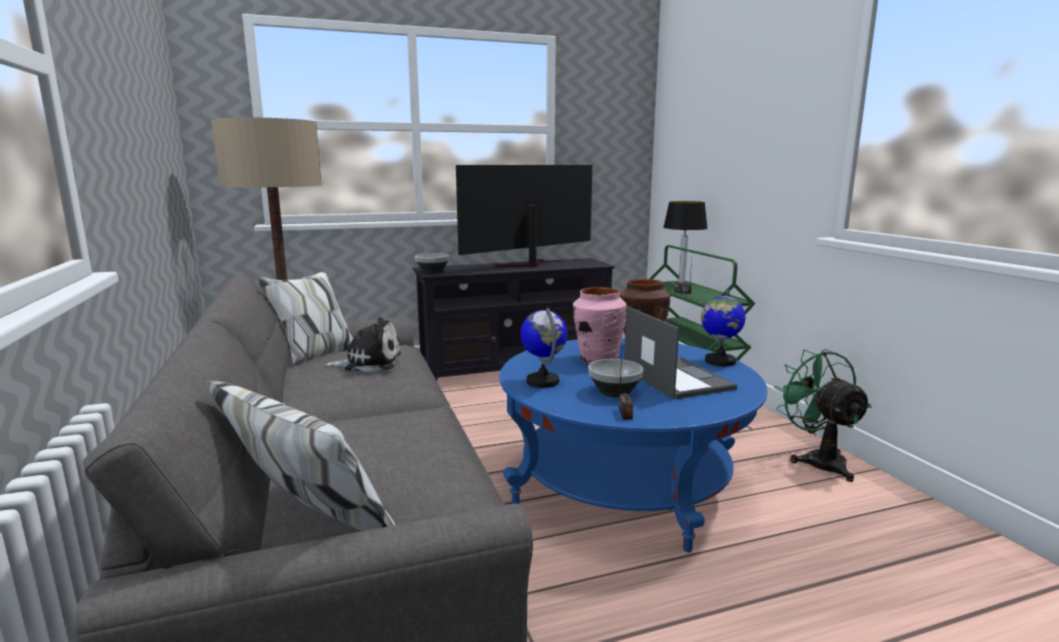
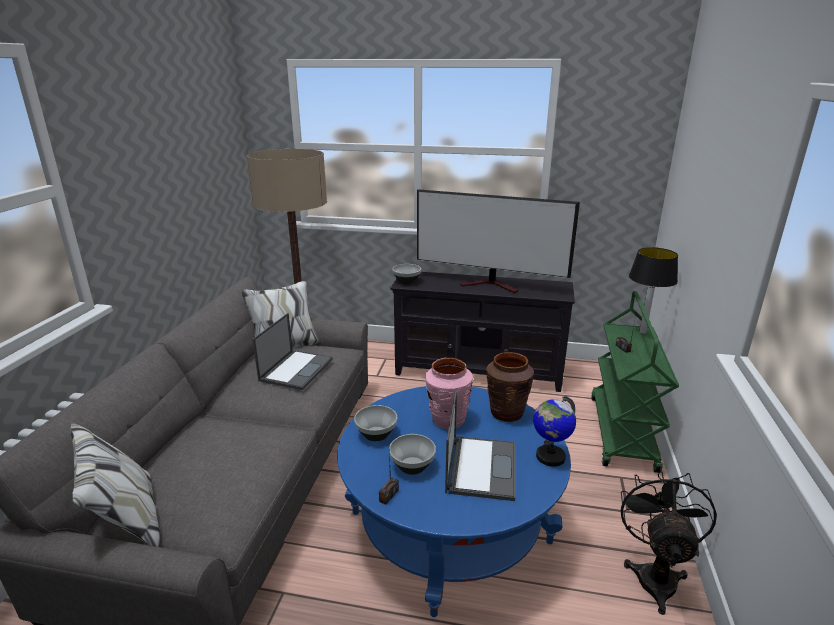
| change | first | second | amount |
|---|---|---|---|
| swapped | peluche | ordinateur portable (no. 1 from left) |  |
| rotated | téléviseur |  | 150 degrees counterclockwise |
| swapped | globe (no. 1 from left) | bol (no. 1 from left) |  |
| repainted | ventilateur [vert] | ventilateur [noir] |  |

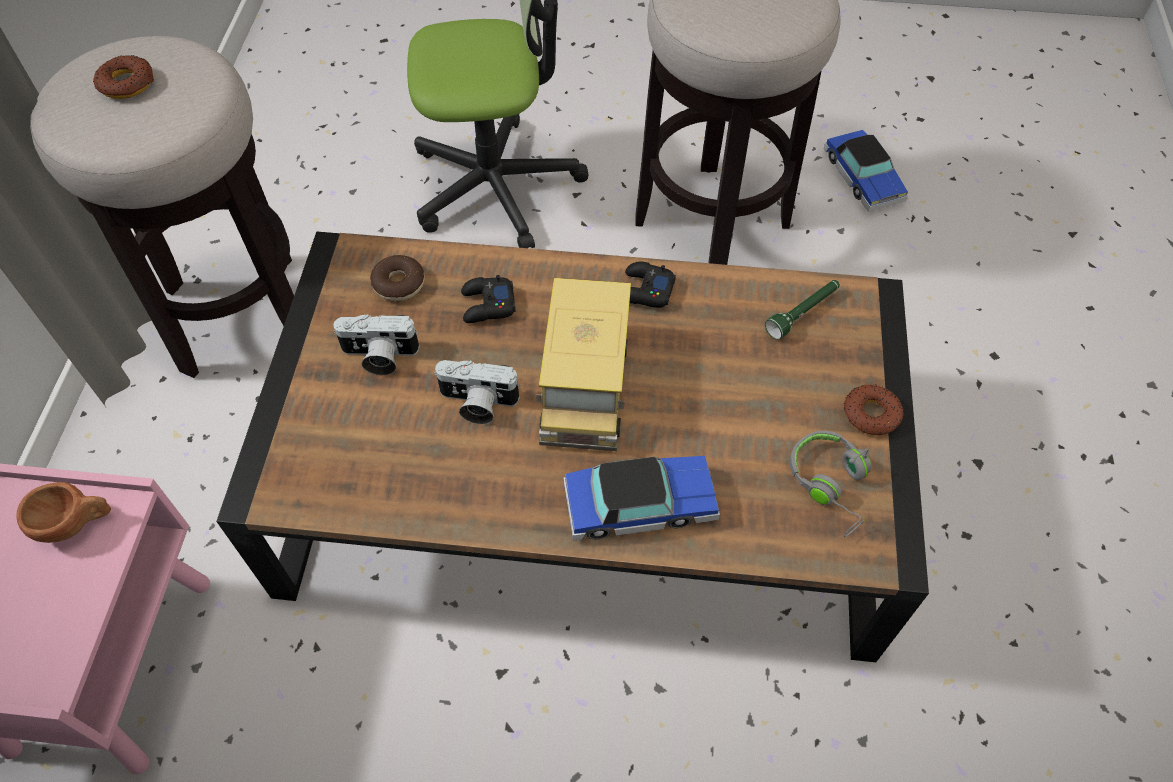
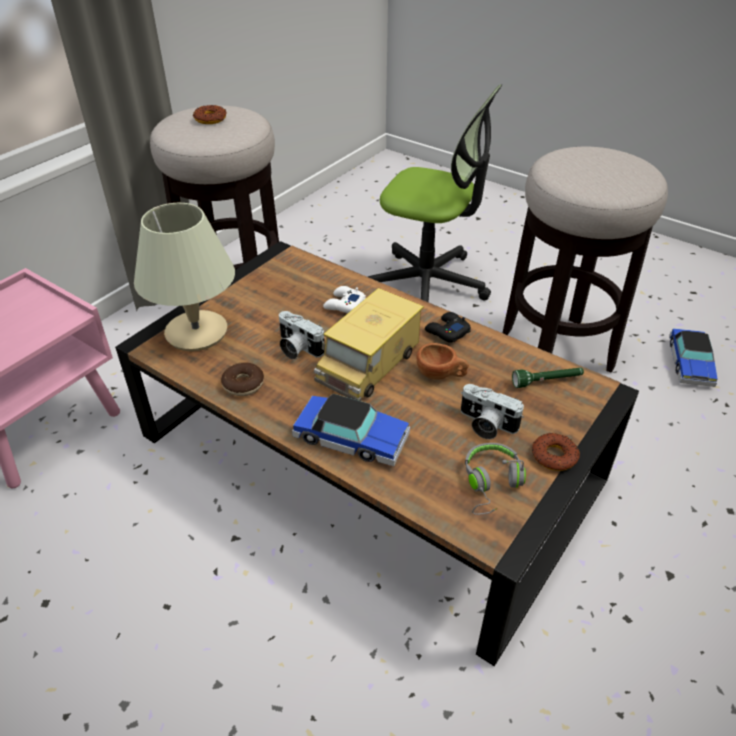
| change | first | second | amount |
|---|---|---|---|
| shifted | tasse [marron] |  |  |
| shifted | appareil photo (no. 1 from left in the first image) | appareil photo (no. 2 from left) |  |
| shifted | beignet (no. 2 from left) |  |  |
| repainted | manette [noir] (no. 1 from left) | manette [blanc] |  |
| new |  | lampe de table [beige] |  |

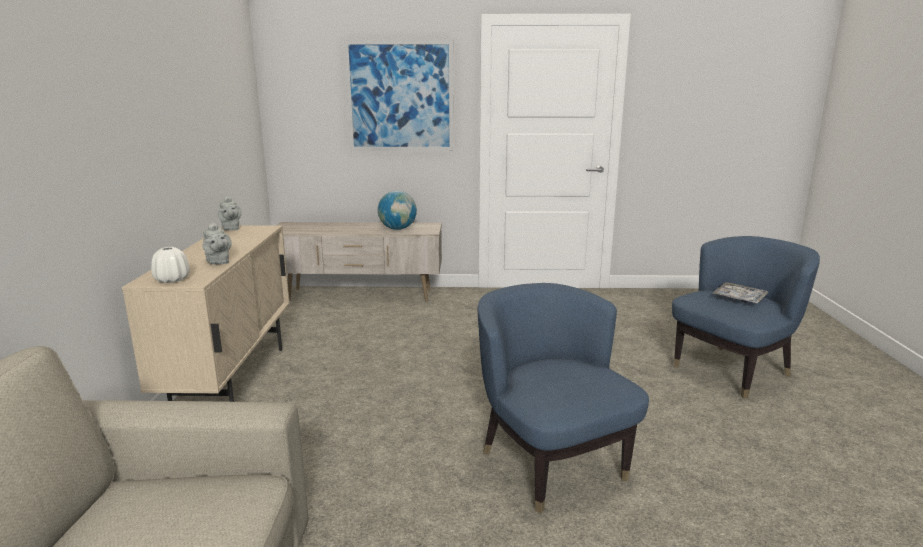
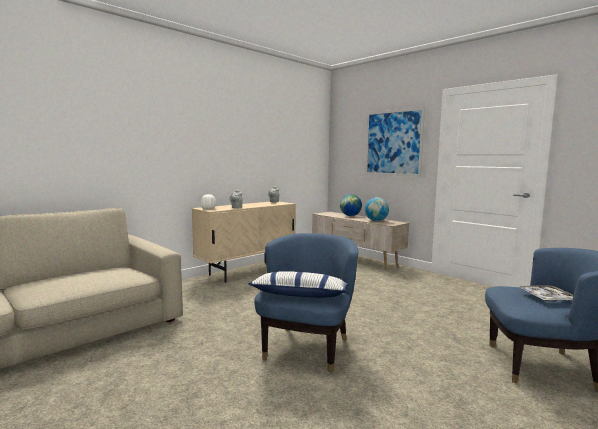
| change | first | second | amount |
|---|---|---|---|
| new |  | coussin |  |
| new |  | globe (no. 1 from left) |  |

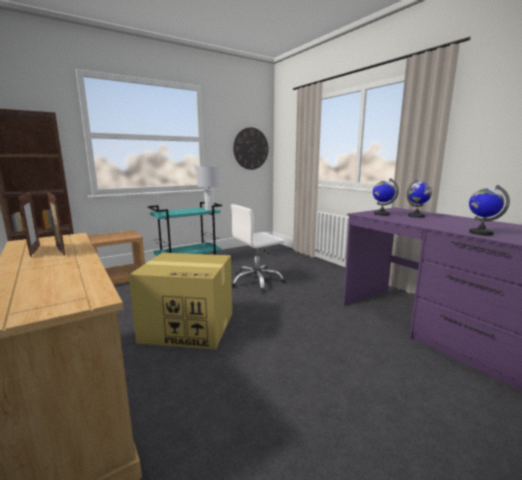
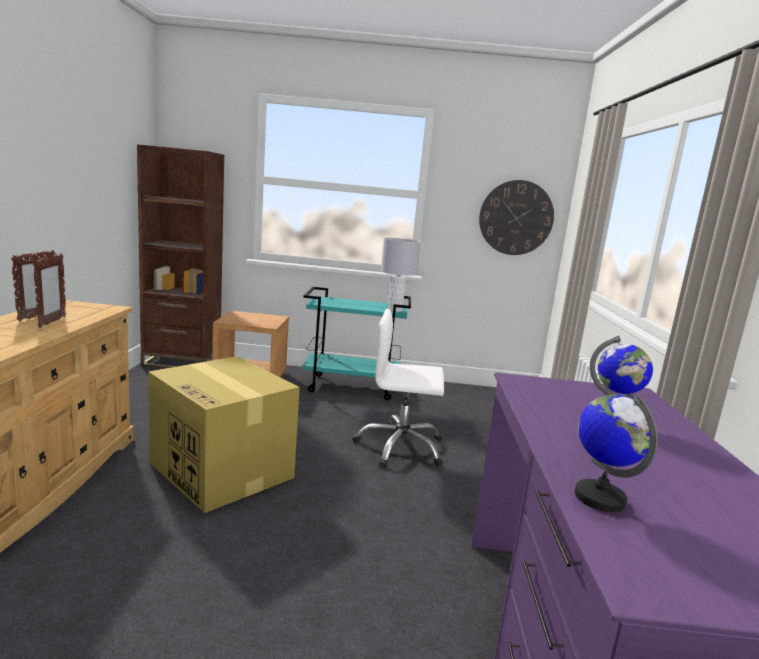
| change | first | second | amount |
|---|---|---|---|
| gone | globe (no. 1 from left) |  |  |

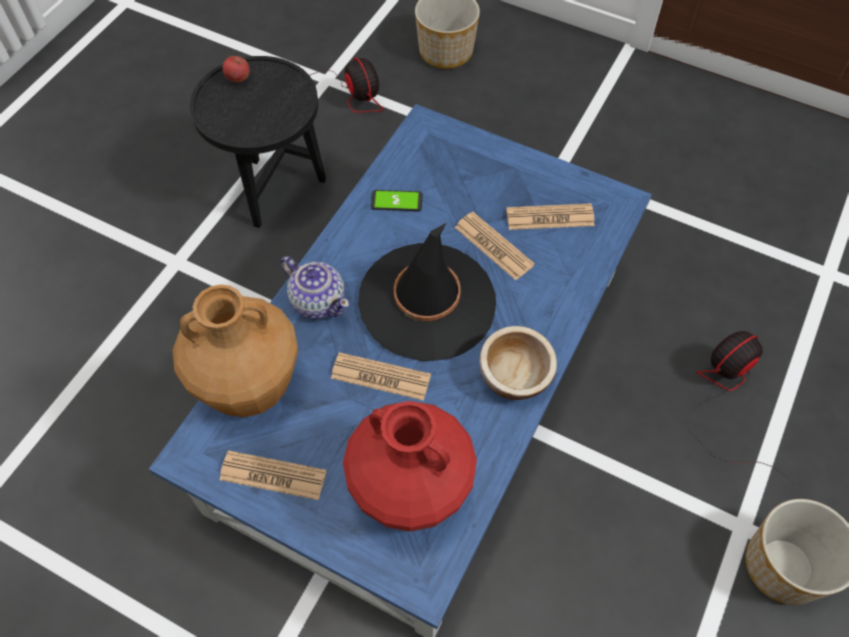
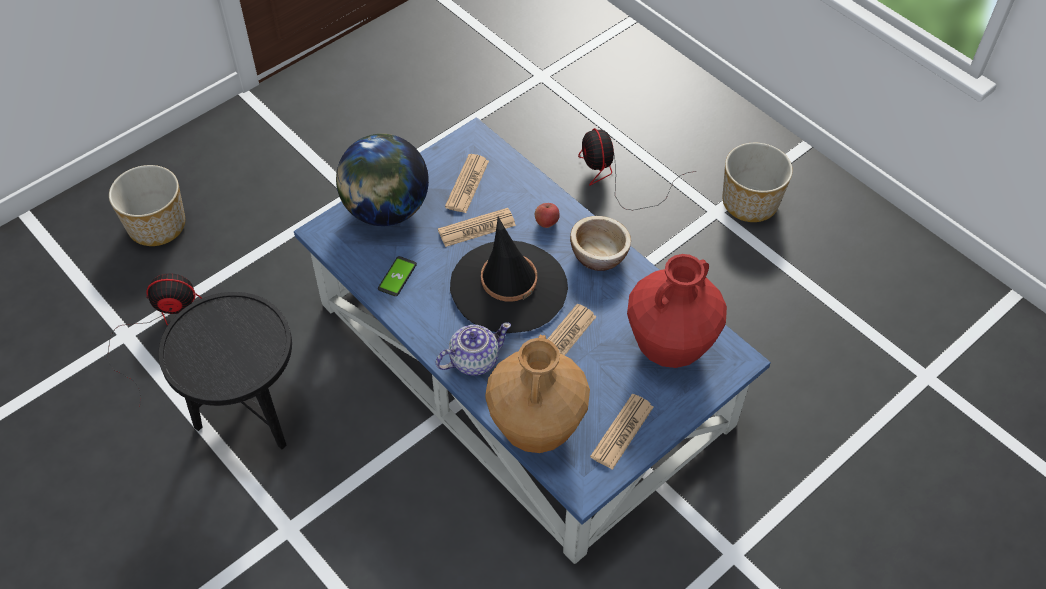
| change | first | second | amount |
|---|---|---|---|
| shifted | pomme |  |  |
| new |  | globe |  |

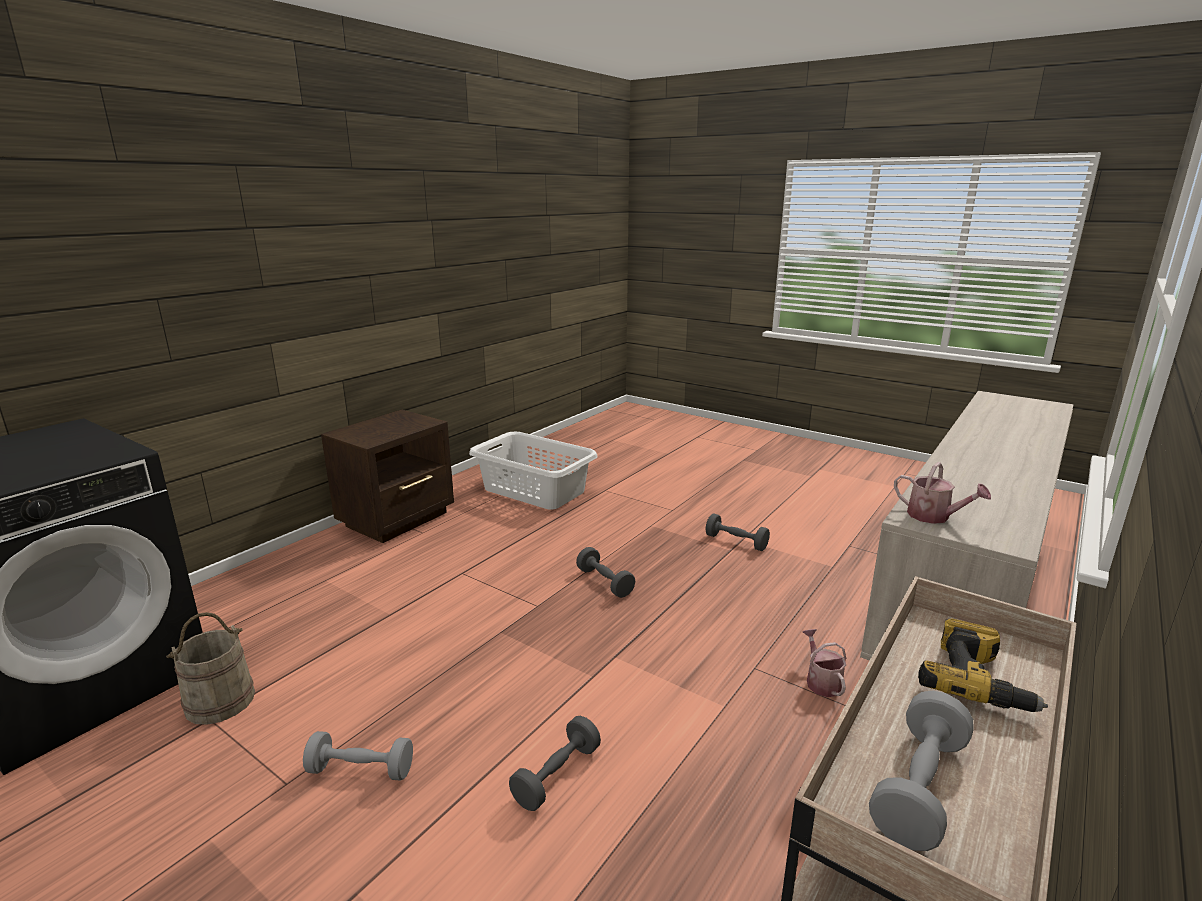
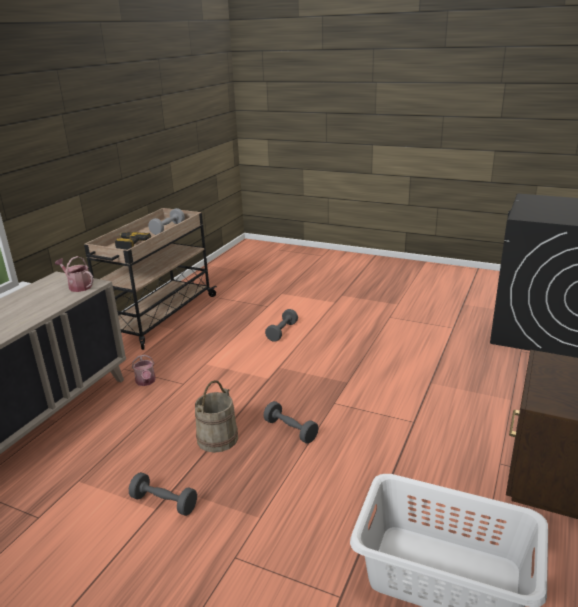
| change | first | second | amount |
|---|---|---|---|
| shifted | seau [beige] |  |  |
| gone | haltère [gris] (no. 1 from left) |  |  |

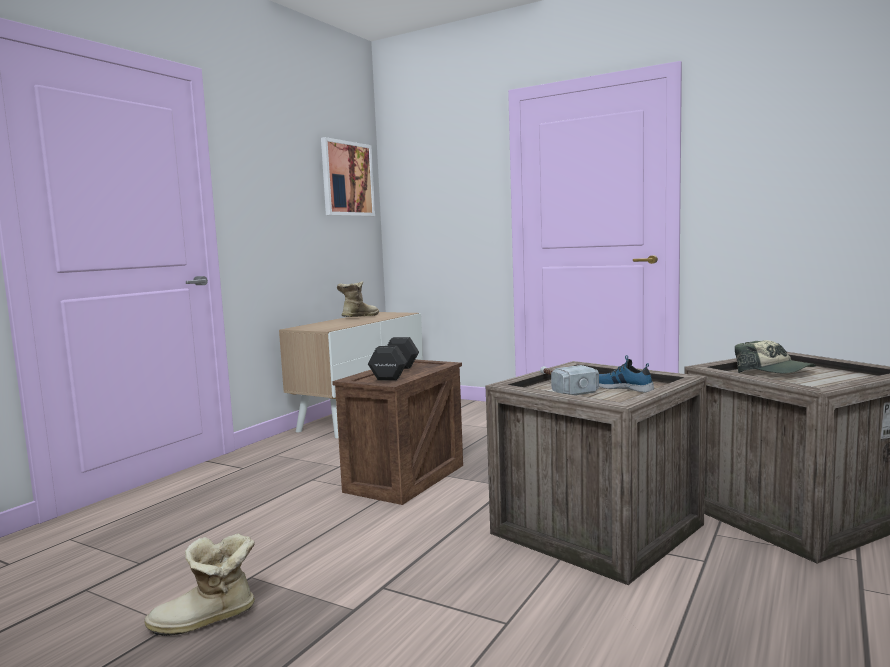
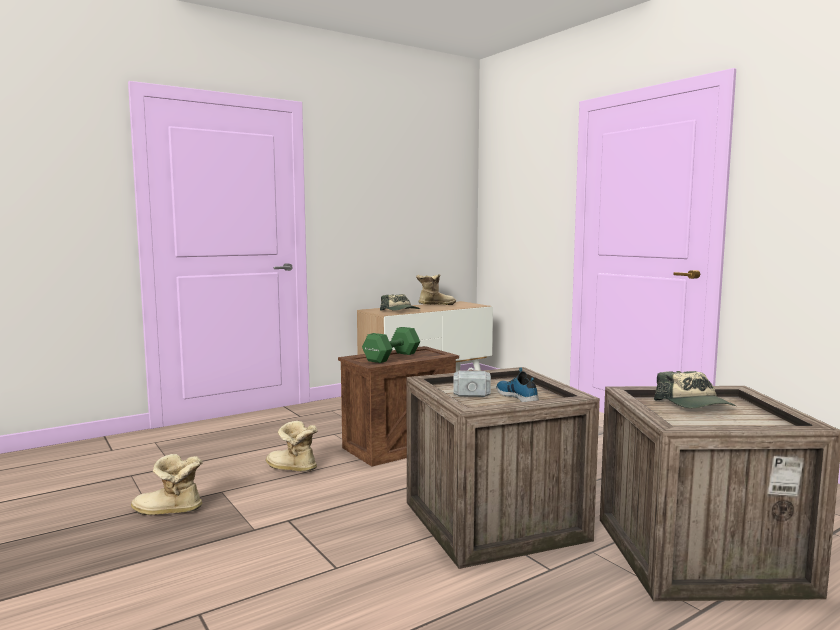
| change | first | second | amount |
|---|---|---|---|
| gone | tableau |  |  |
| repainted | haltère [noir] | haltère [vert] |  |
| new |  | botte (no. 2 from left) |  |
| new |  | casquette (no. 1 from left) |  |

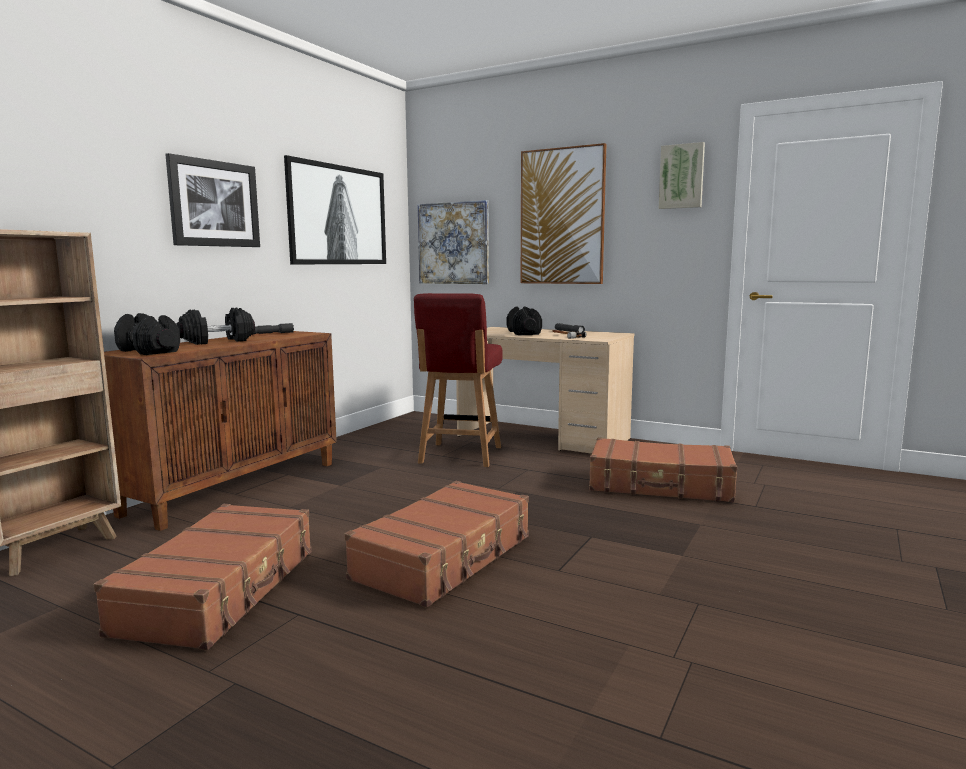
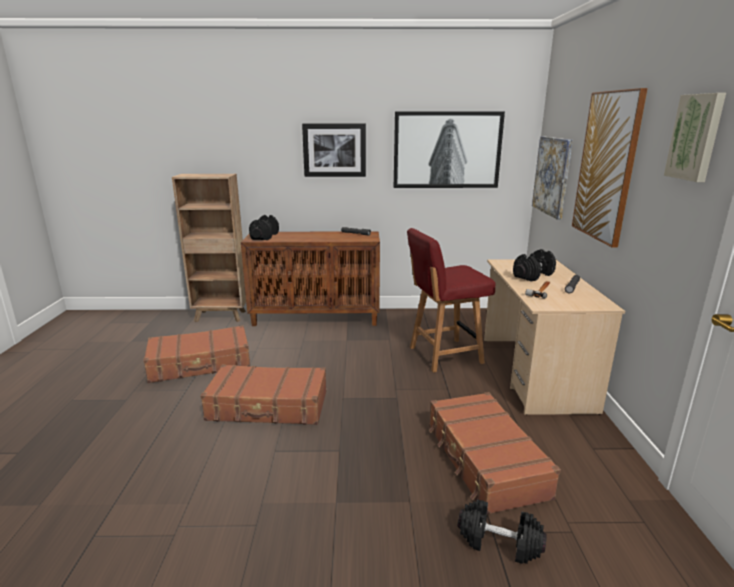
| change | first | second | amount |
|---|---|---|---|
| shifted | haltère [noir] (no. 2 from left) |  |  |

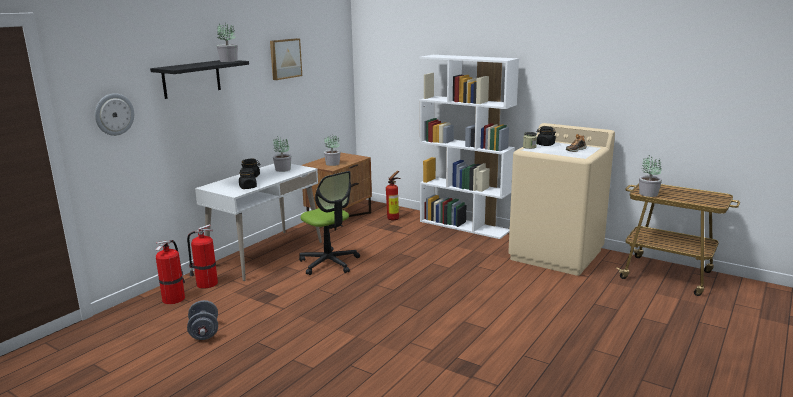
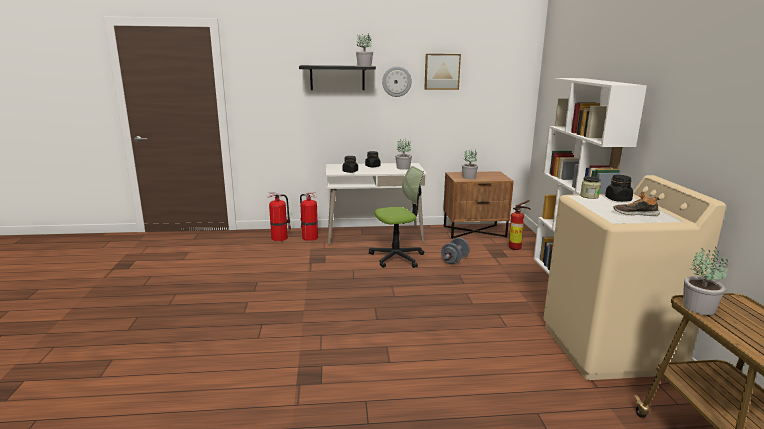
| change | first | second | amount |
|---|---|---|---|
| shifted | horloge murale |  |  |
| shifted | haltère [gris] |  |  |
| rotated | chaise de bureau |  | 120 degrees counterclockwise |

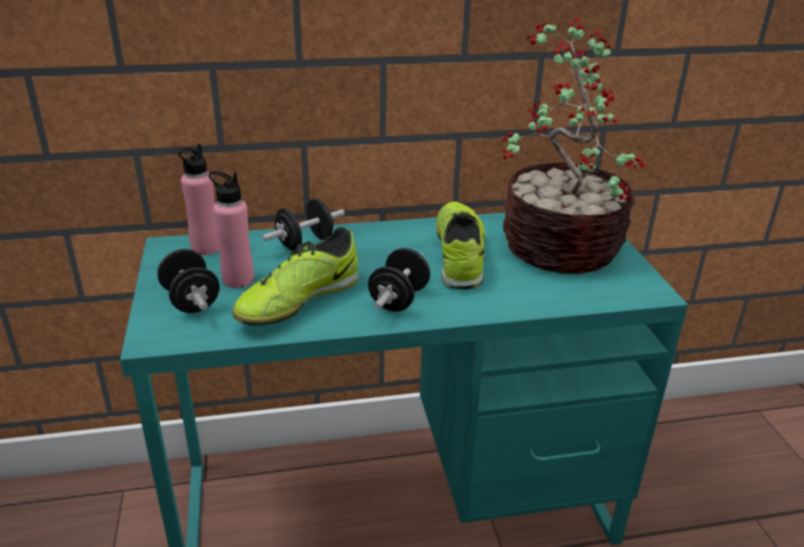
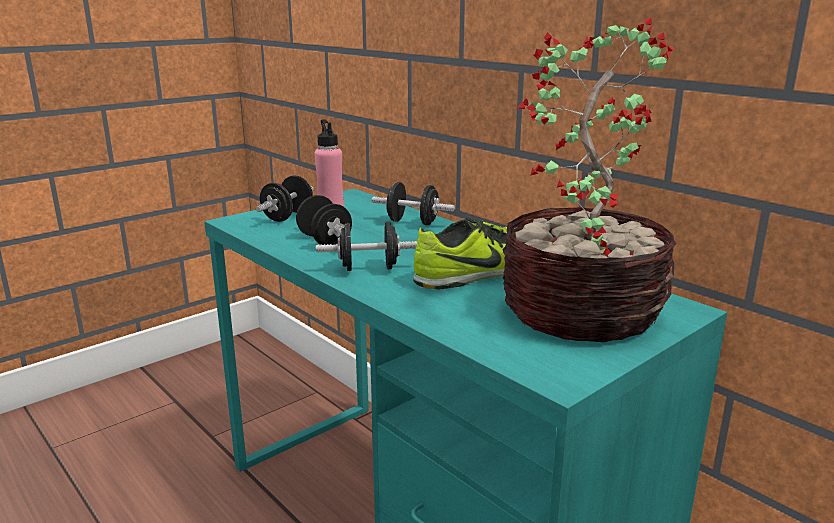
| change | first | second | amount |
|---|---|---|---|
| gone | bouteille [rose] (no. 1 from left) |  |  |
| swapped | chaussure (no. 1 from left) | haltère [noir] (no. 2 from left) |  |

